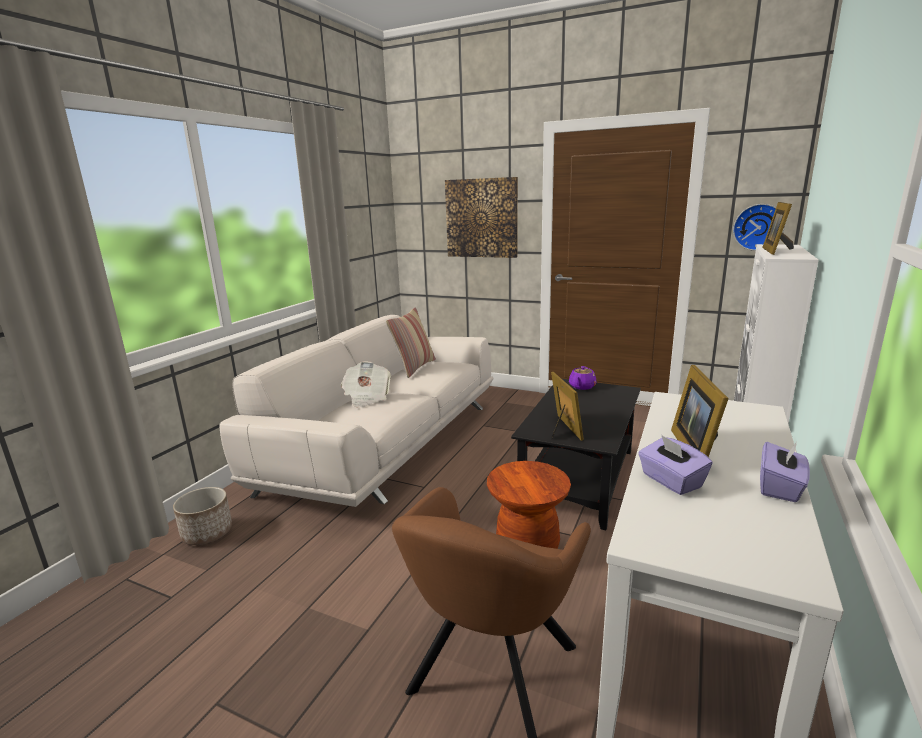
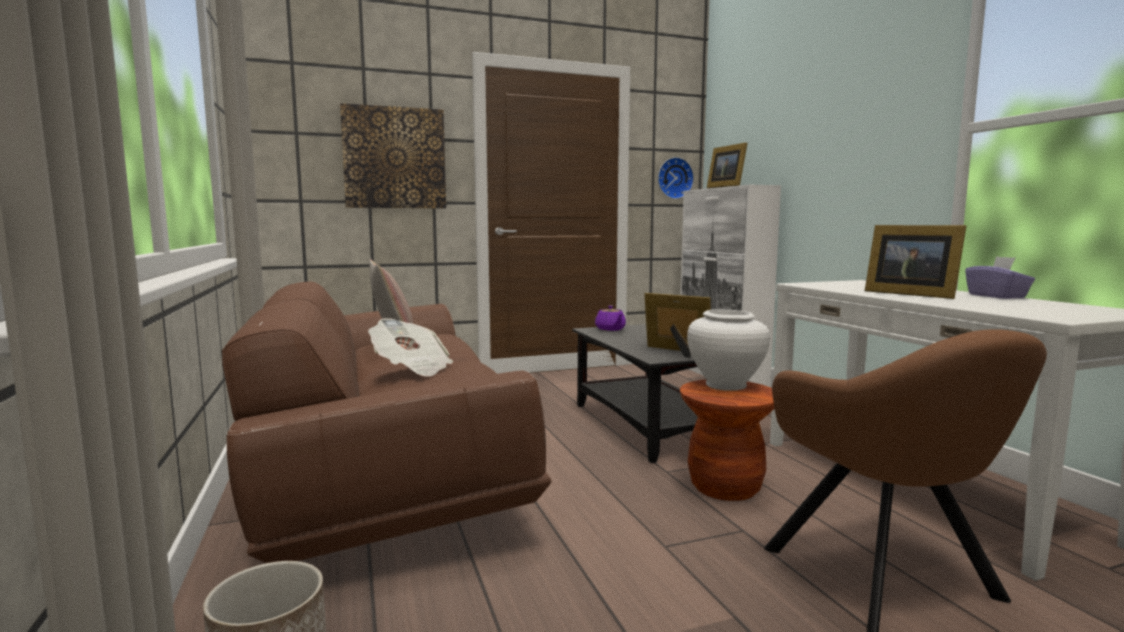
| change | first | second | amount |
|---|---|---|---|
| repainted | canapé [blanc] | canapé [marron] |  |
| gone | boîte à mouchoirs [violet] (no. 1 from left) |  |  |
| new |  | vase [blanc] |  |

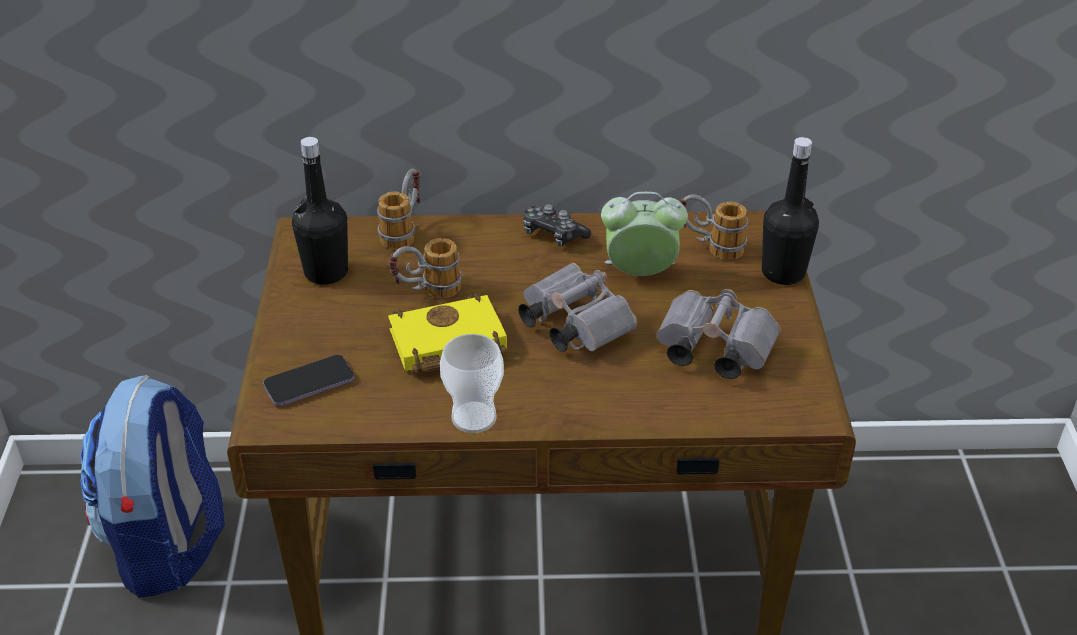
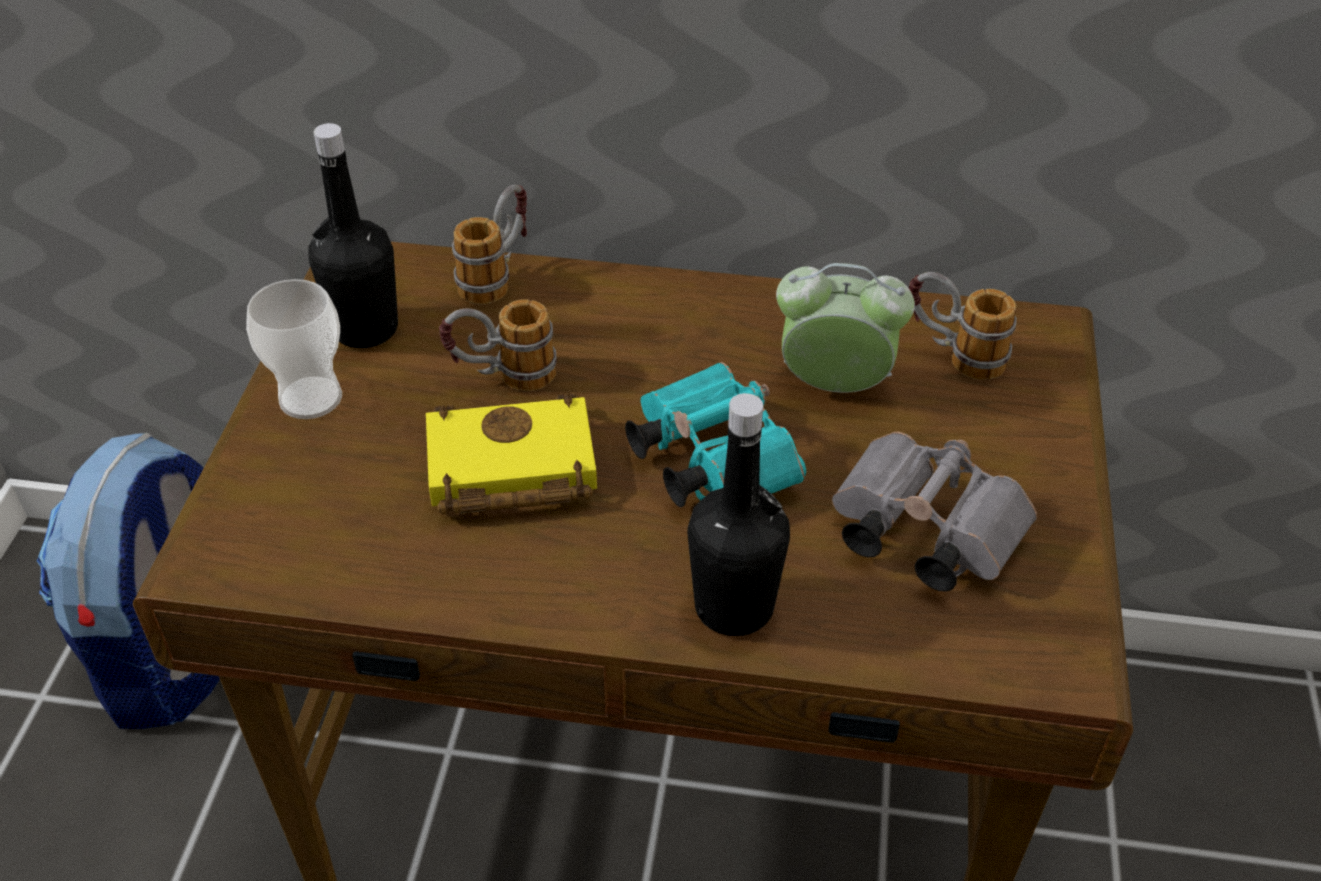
| change | first | second | amount |
|---|---|---|---|
| gone | téléphone |  |  |
| shifted | tasse |  |  |
| repainted | jumelles [gris] (no. 1 from left) | jumelles [turquoise] |  |
| gone | manette |  |  |
| shifted | bouteille [noir] (no. 2 from left) |  |  |

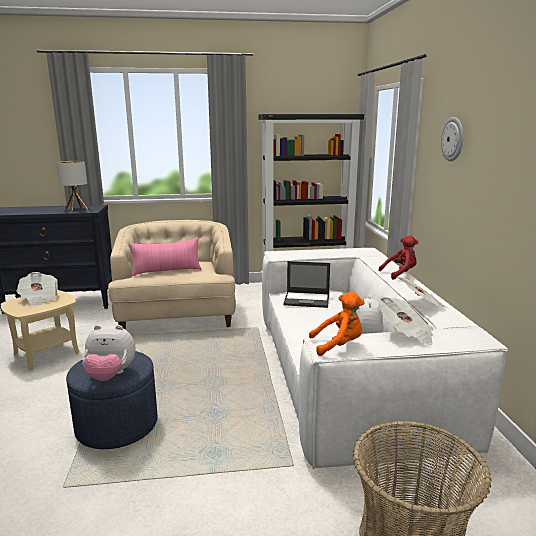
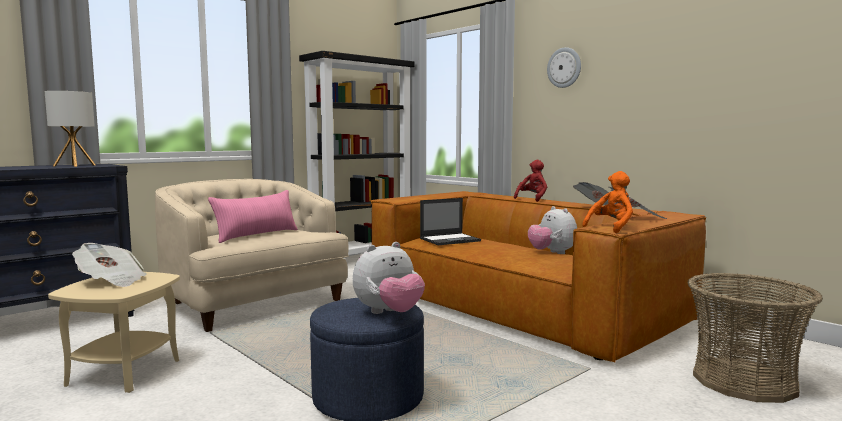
| change | first | second | amount |
|---|---|---|---|
| repainted | canapé [blanc] | canapé [marron] |  |

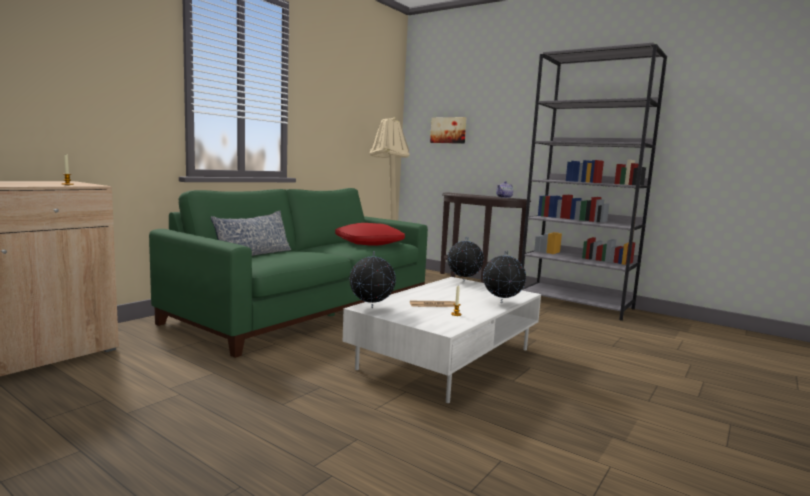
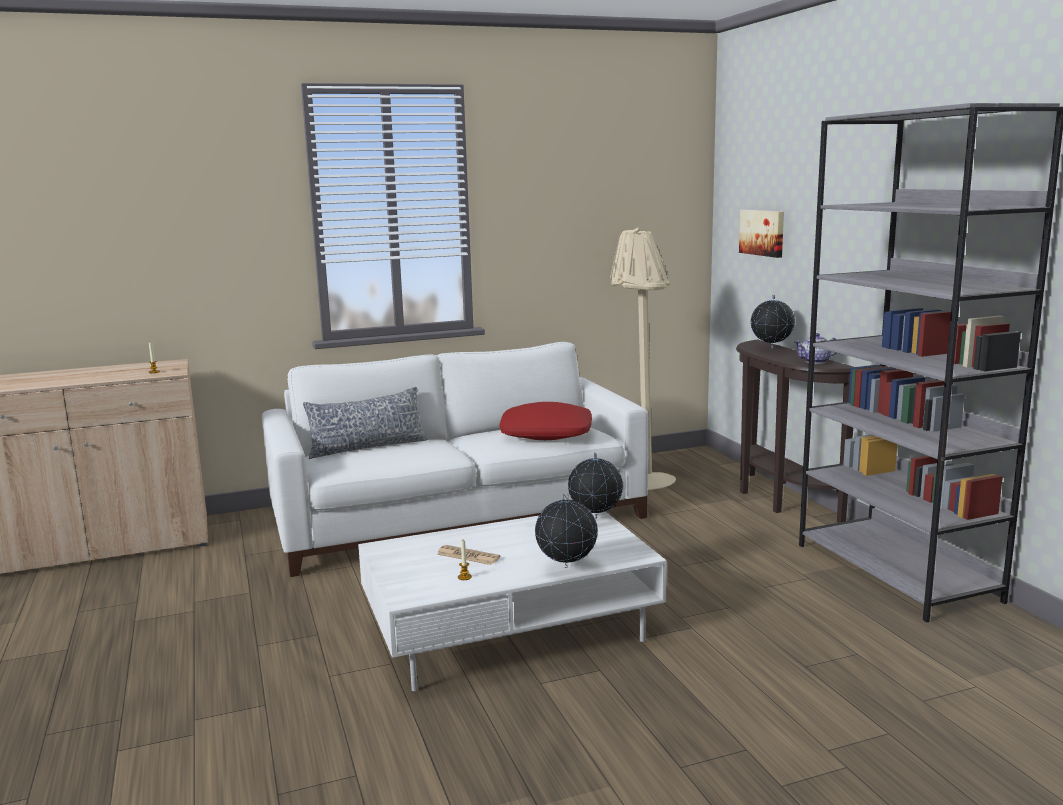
| change | first | second | amount |
|---|---|---|---|
| repainted | canapé [vert] | canapé [blanc] |  |
| shifted | globe (no. 1 from left in the first image) | globe (no. 3 from left) |  |

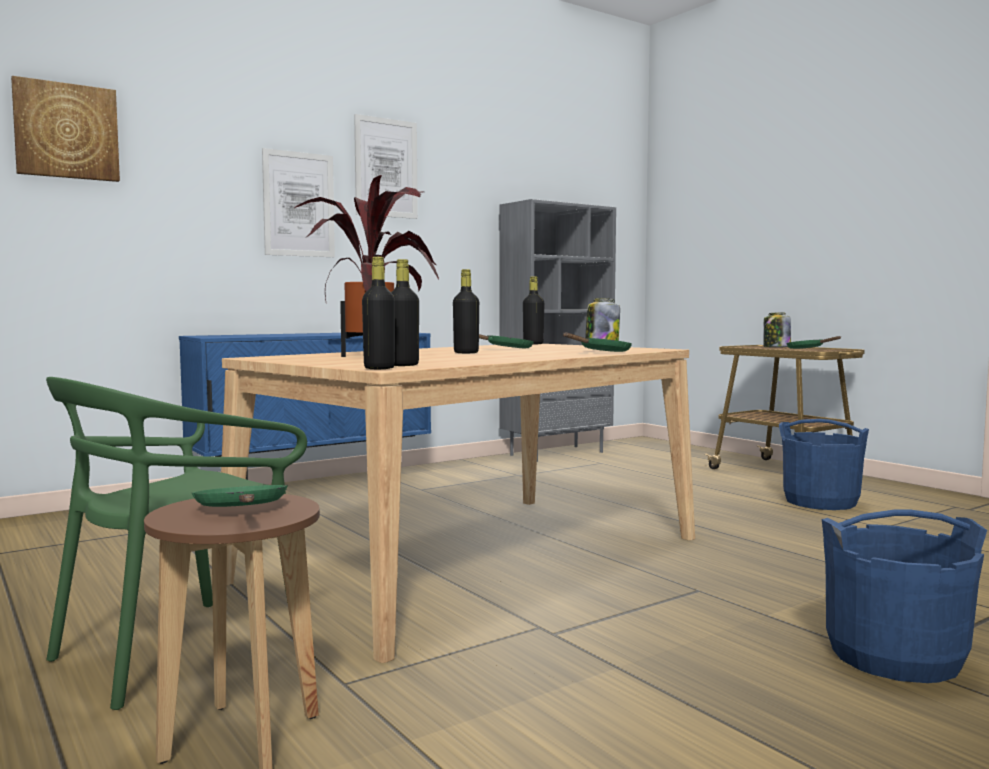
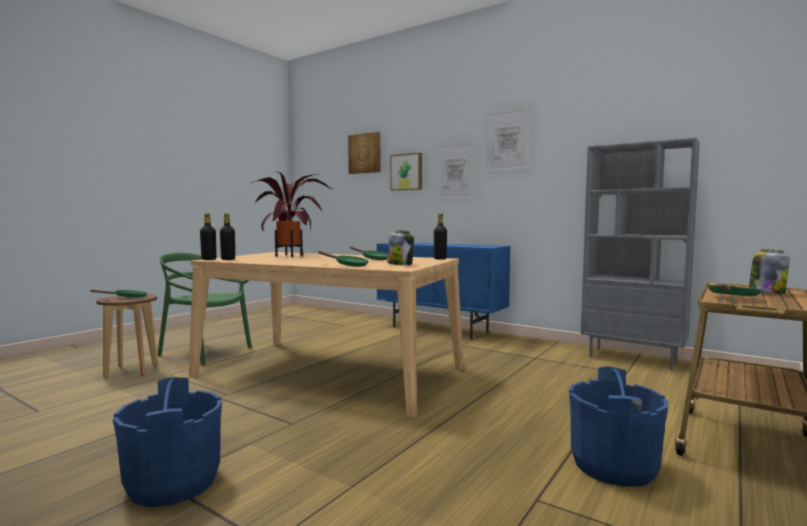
| change | first | second | amount |
|---|---|---|---|
| gone | bouteille [noir] (no. 3 from left) |  |  |
| new |  | tableau (no. 2 from left) |  |

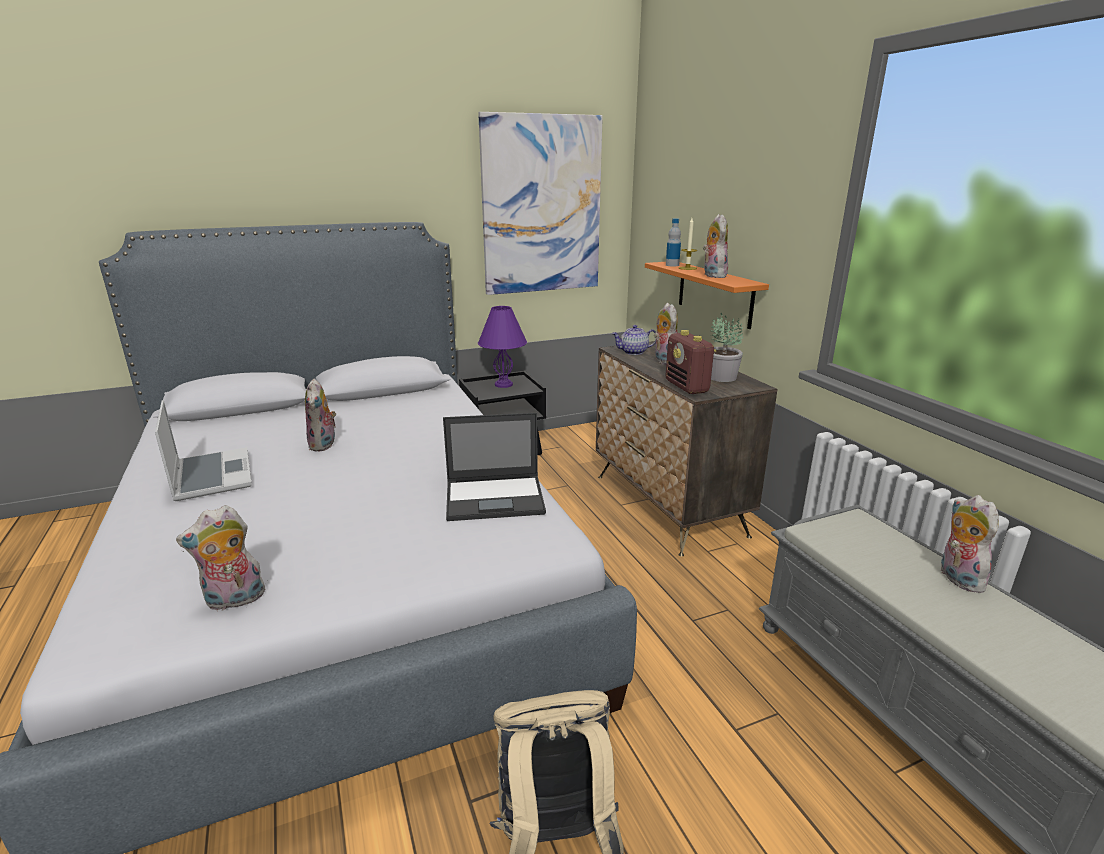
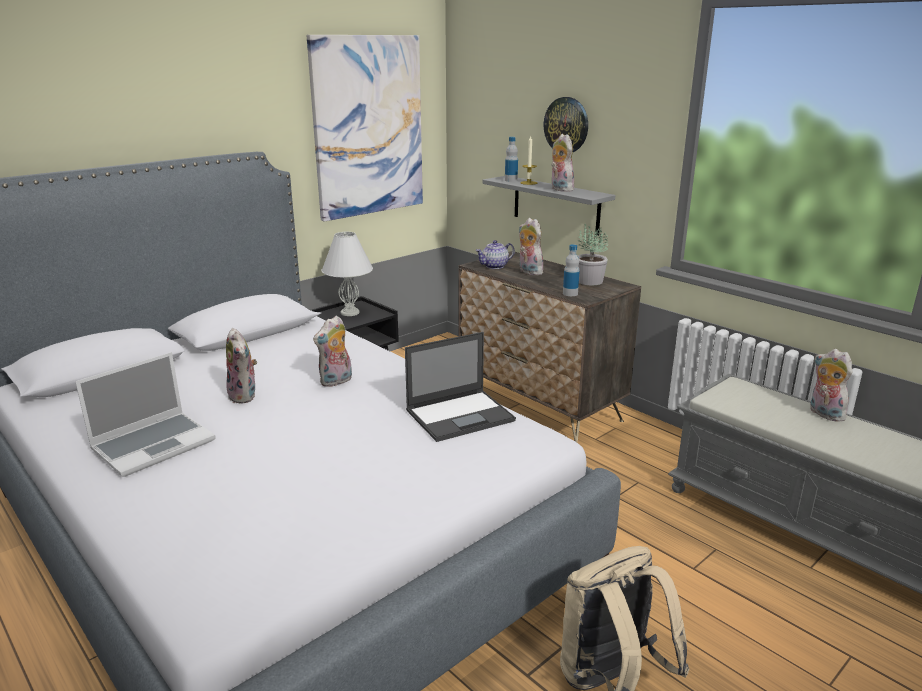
| change | first | second | amount |
|---|---|---|---|
| rotated | ordinateur portable (no. 1 from left) |  | 90 degrees clockwise |
| shifted | peluche (no. 1 from left in the first image) | peluche (no. 2 from left) |  |
| repainted | lampe de table [violet] | lampe de table [blanc] |  |
| repainted | étagère [orange] | étagère [gris] |  |
| swapped | radio | bouteille (no. 2 from left) |  |
| new |  | horloge murale |  |

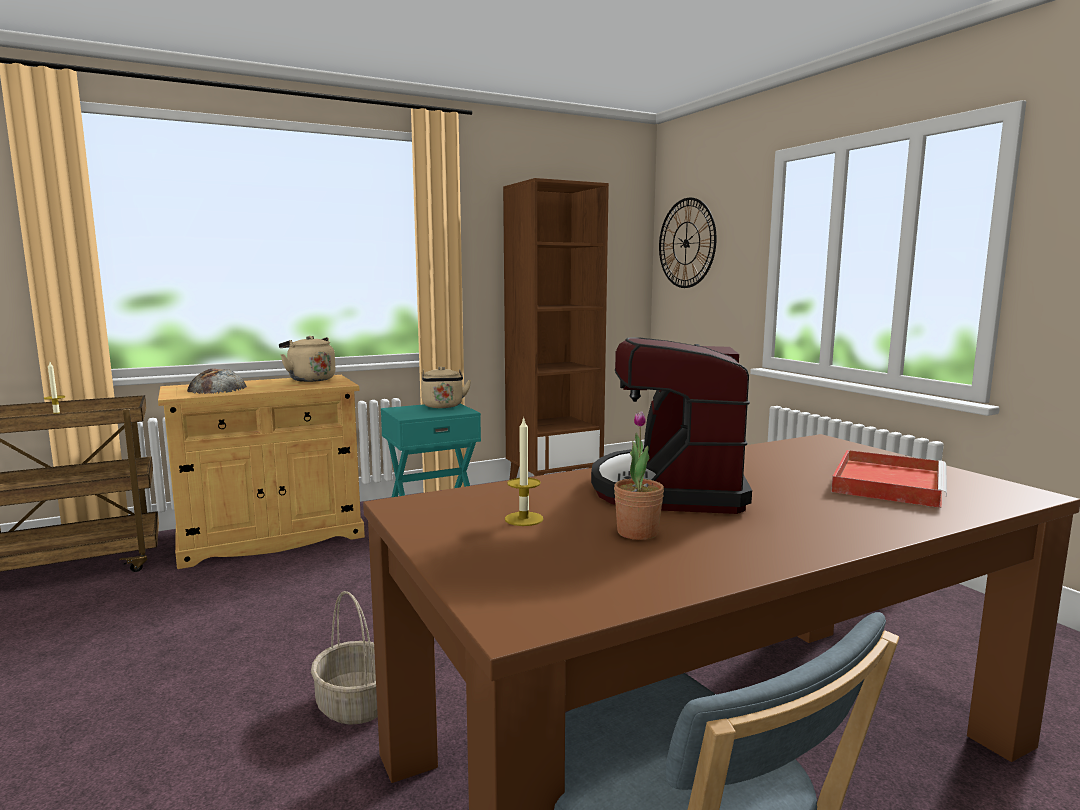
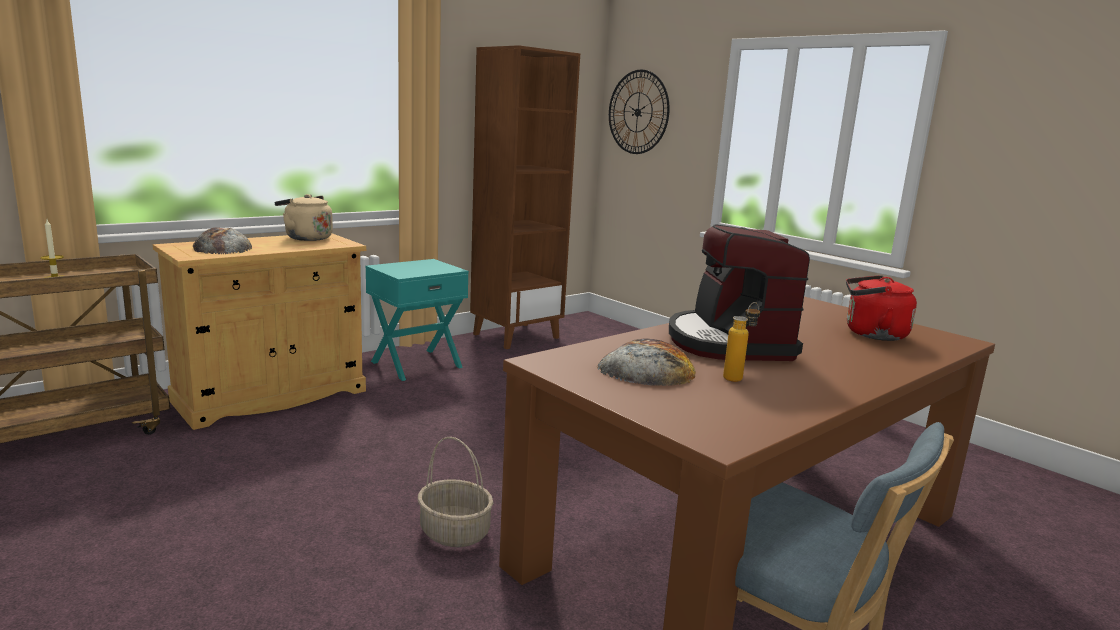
| change | first | second | amount |
|---|---|---|---|
| gone | bouilloire [beige] (no. 2 from left) |  |  |
| swapped | bougie (no. 2 from left) | pain (no. 2 from left) |  |
| swapped | plante en pot | bouteille |  |
| swapped | plateau [rouge] | bouilloire [rouge] |  |

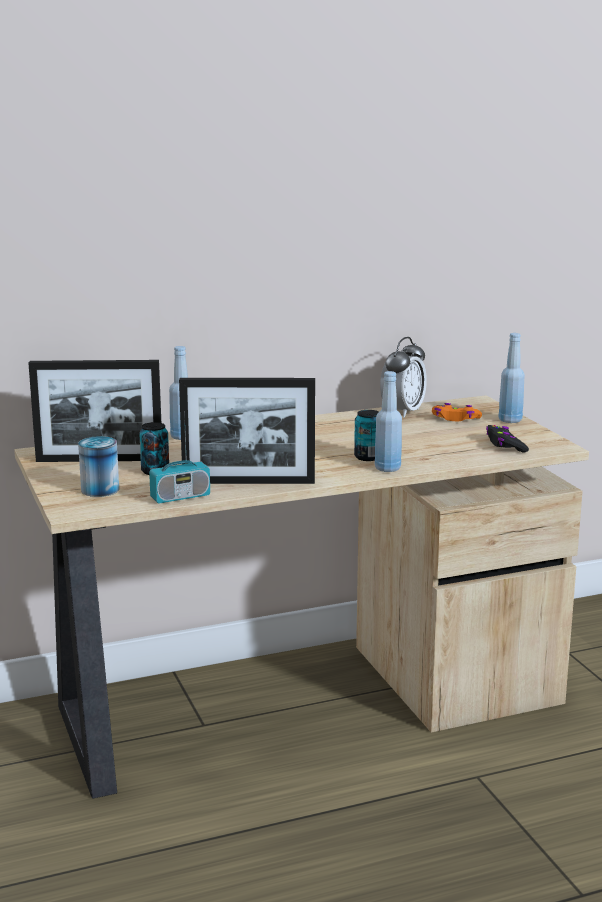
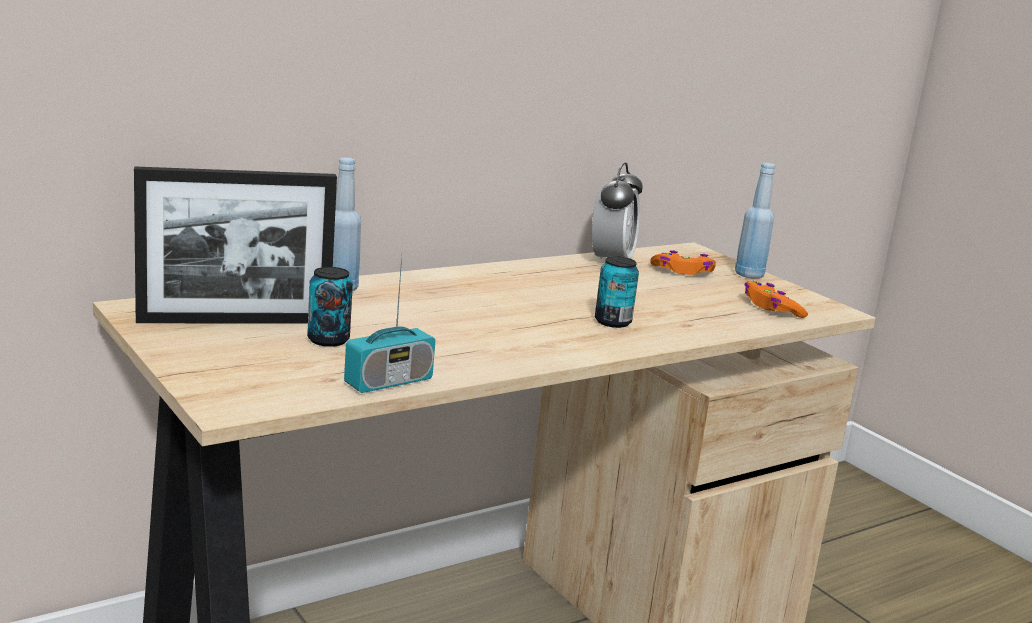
| change | first | second | amount |
|---|---|---|---|
| gone | boîte métallique (no. 1 from left) |  |  |
| gone | cadre photo (no. 2 from left) |  |  |
| gone | bouteille [bleu] (no. 2 from left) |  |  |
| repainted | manette [noir] | manette [orange] (no. 2 from left) |  |

